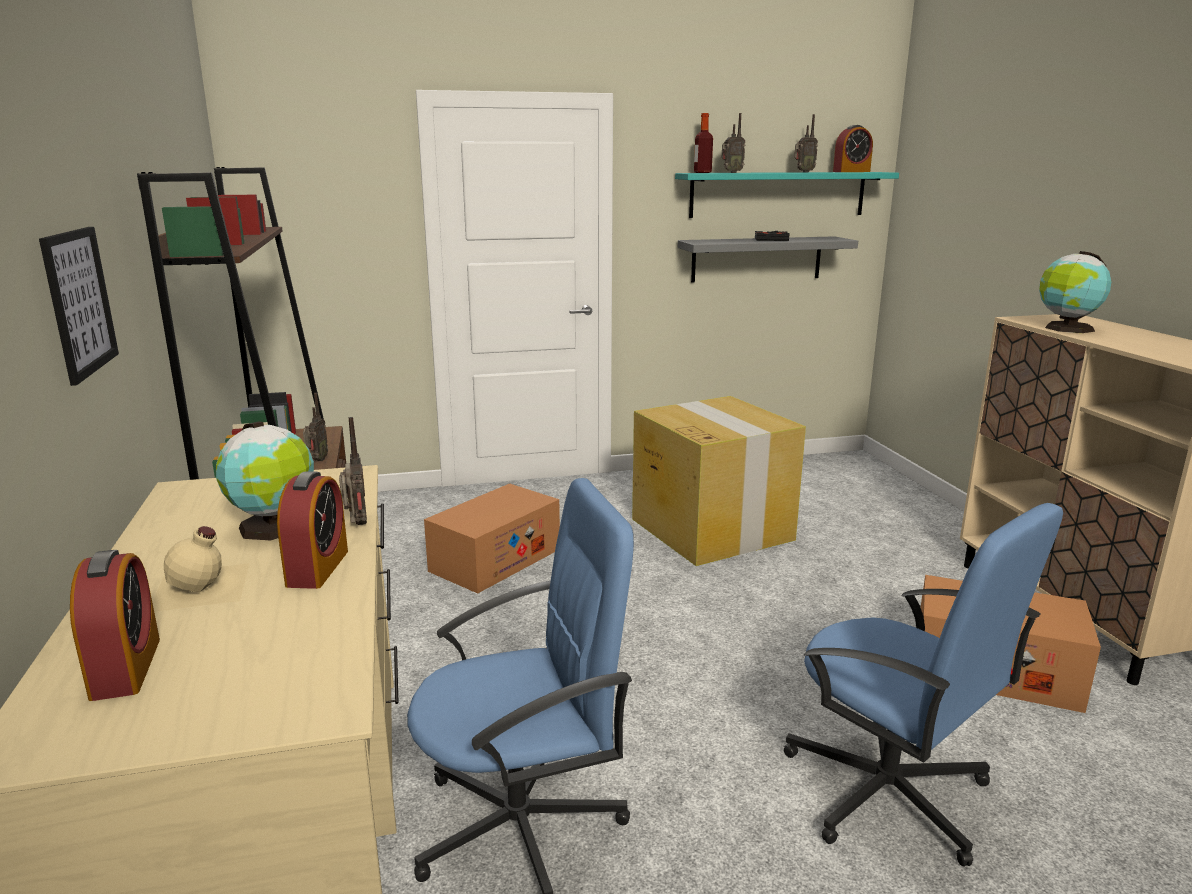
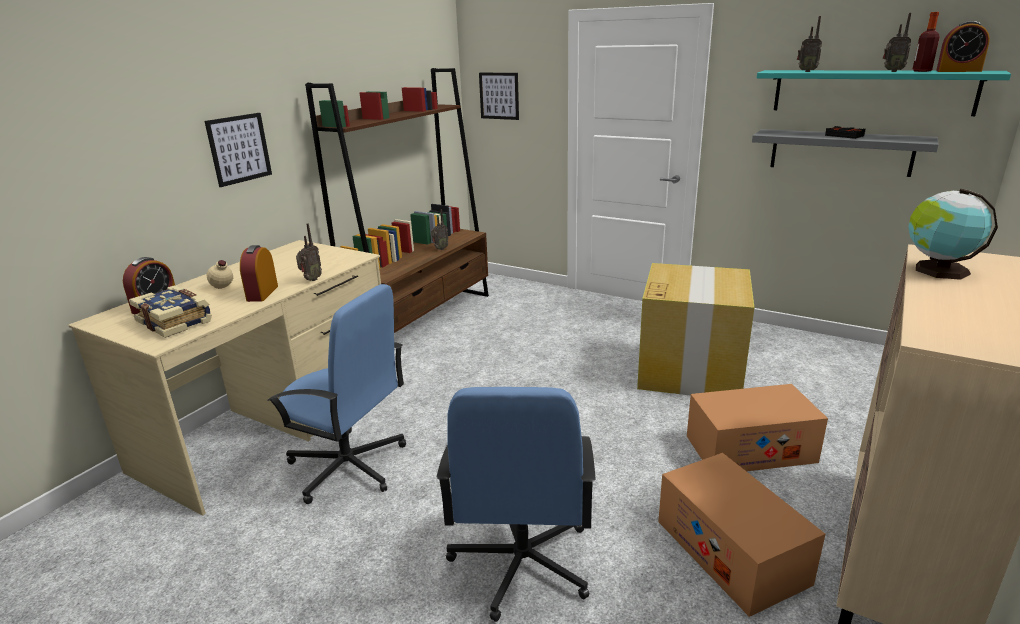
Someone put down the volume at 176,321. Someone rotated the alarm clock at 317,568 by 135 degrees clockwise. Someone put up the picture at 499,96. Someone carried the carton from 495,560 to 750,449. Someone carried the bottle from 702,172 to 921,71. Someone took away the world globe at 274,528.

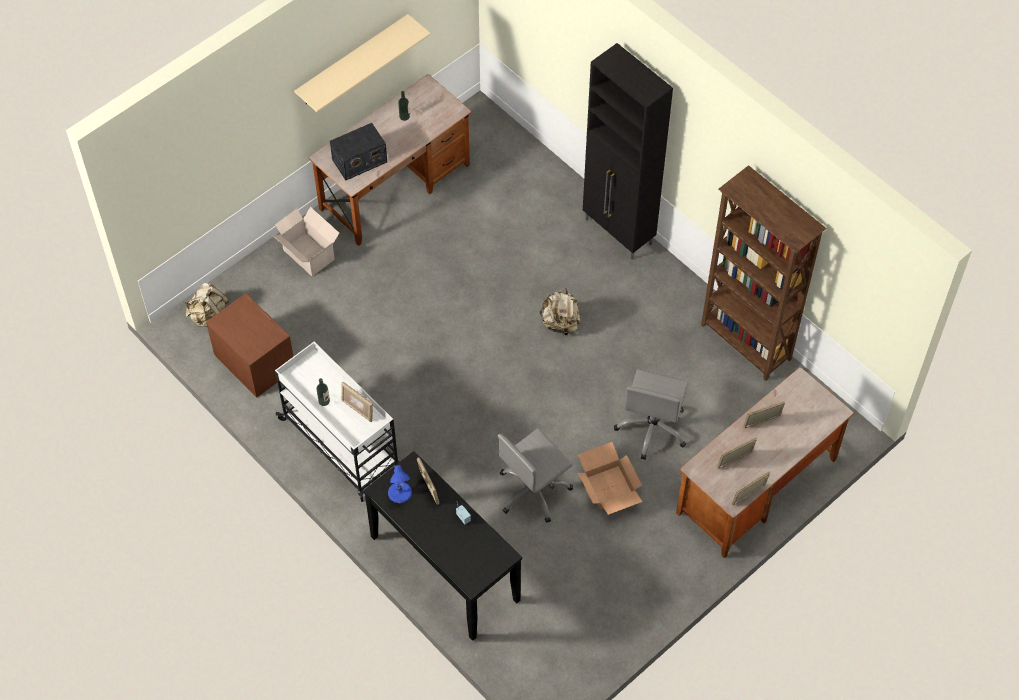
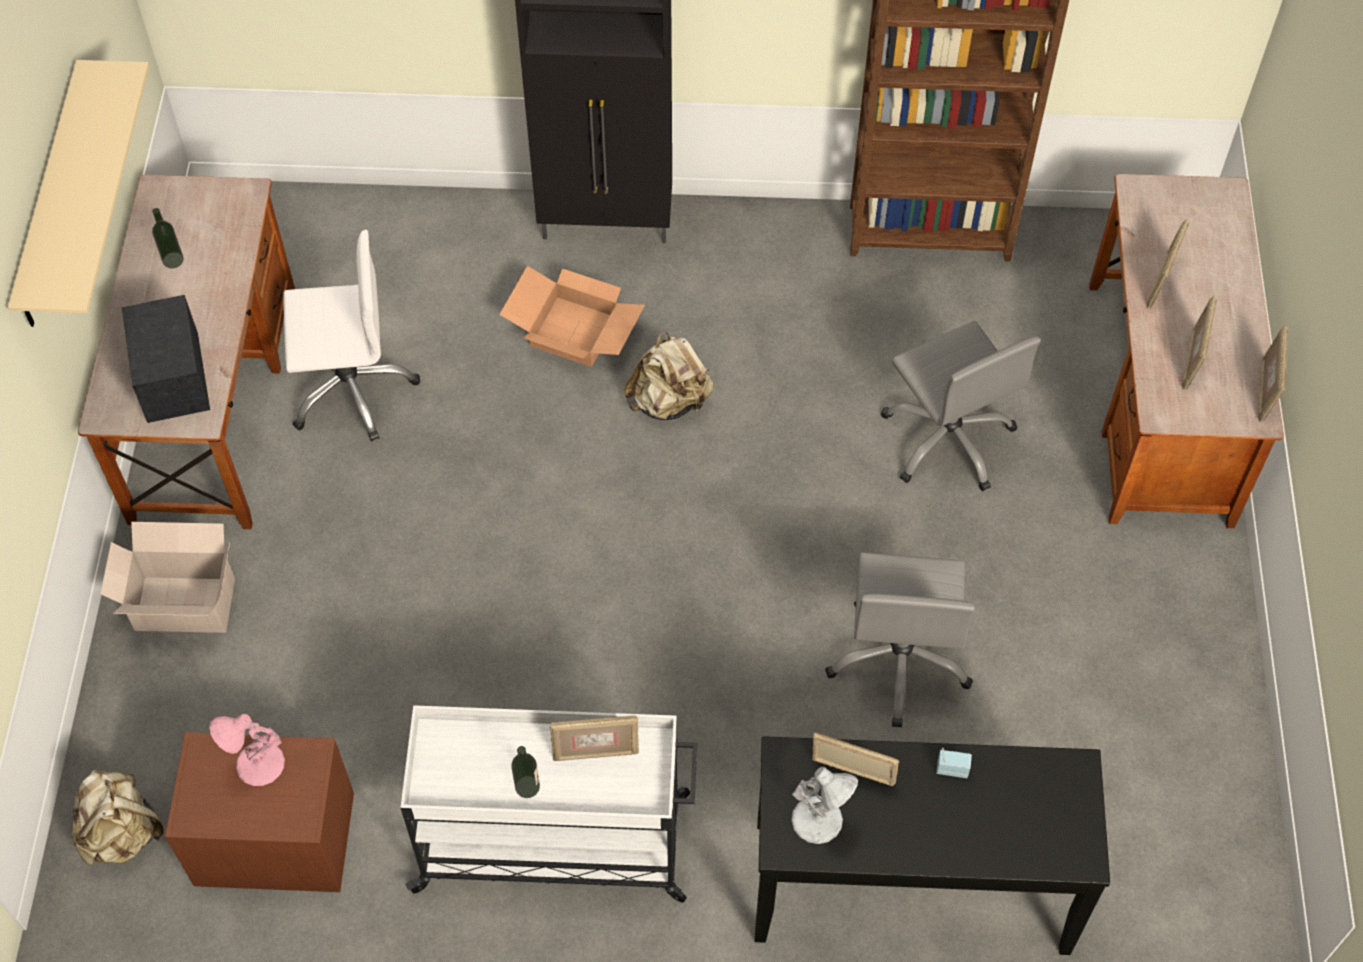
Someone rotated the radio receiver at 359,161 by 150 degrees clockwise. Someone put down the pink table lamp at 257,765. Someone put down the whitish desk chair at 351,388. Someone carried the carton from 610,488 to 575,331. Someone repainted the blue-coloured table lamp at 400,493, which became the whitish table lamp at 819,820.

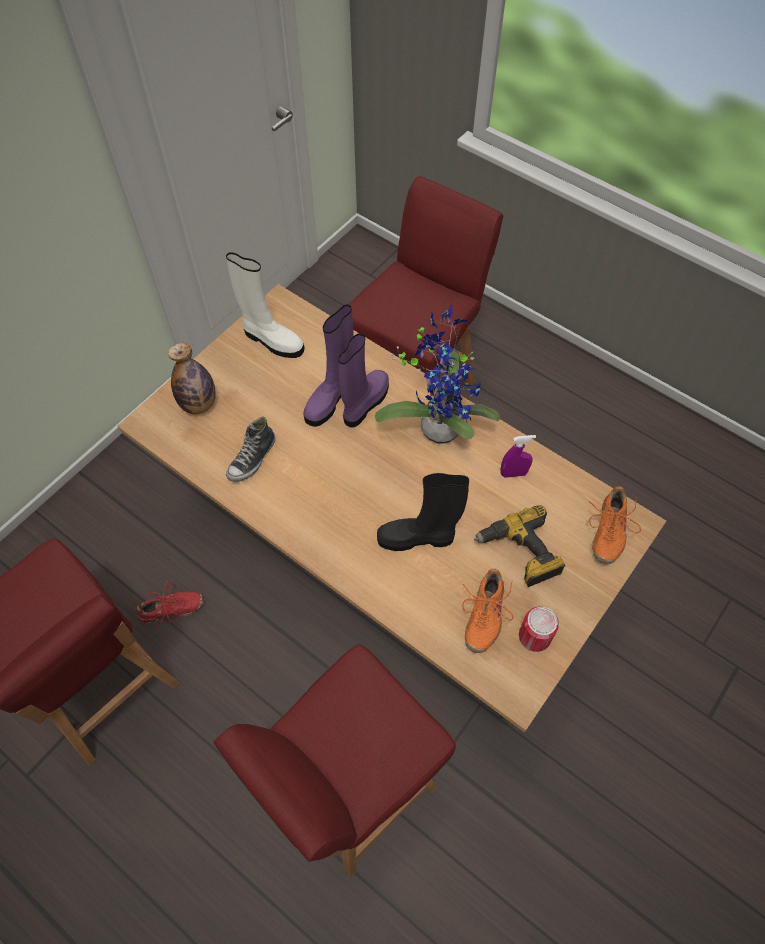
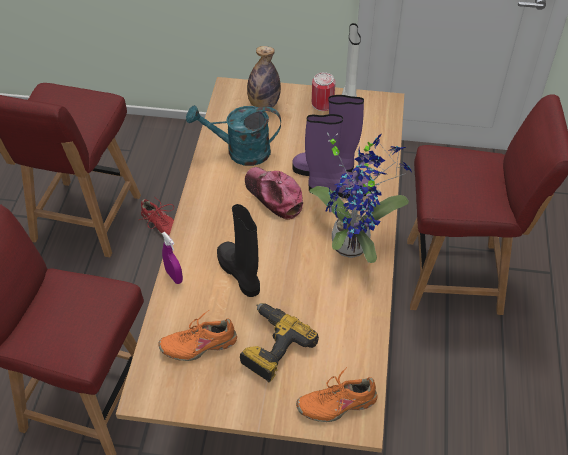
Someone carried the purple-coloured hand sprayer from 513,473 to 174,276. Someone swapped the item of footwear at 252,459 for the turquoise watering pot at 240,152. Someone put down the cap at 274,196. Someone carried the metal can from 534,636 to 322,104.

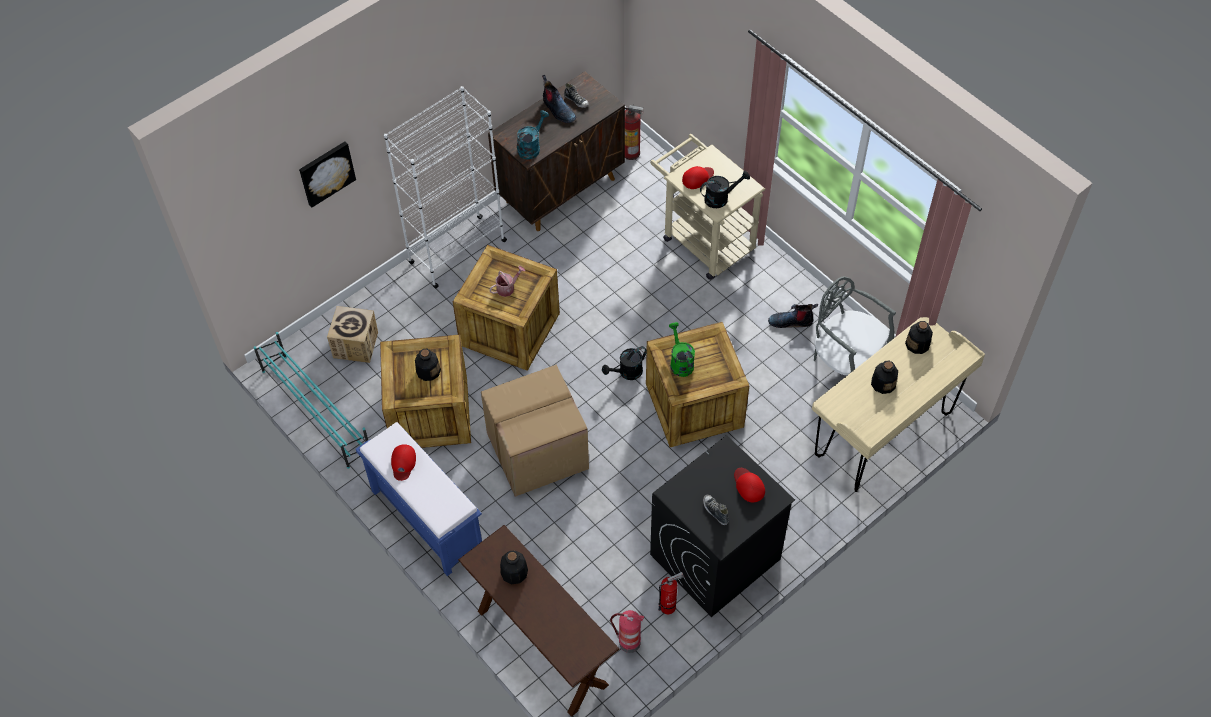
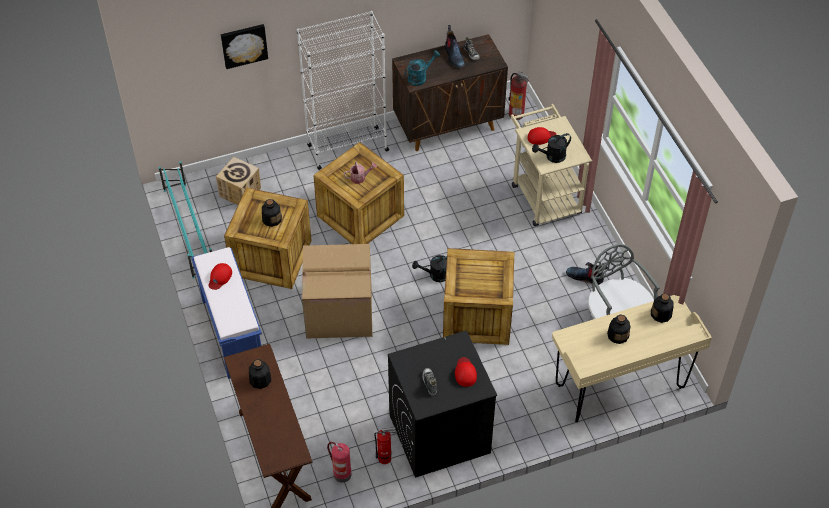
Someone rotated the black watering pot at 720,198 by 150 degrees clockwise. Someone took away the greenish watering pot at 680,362.

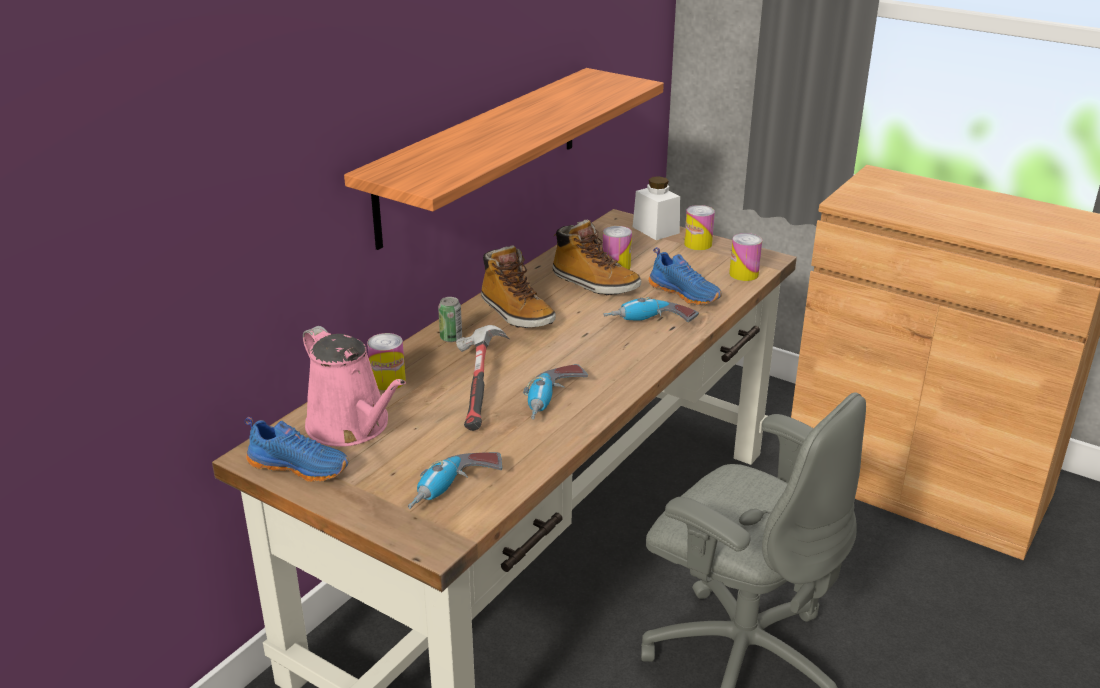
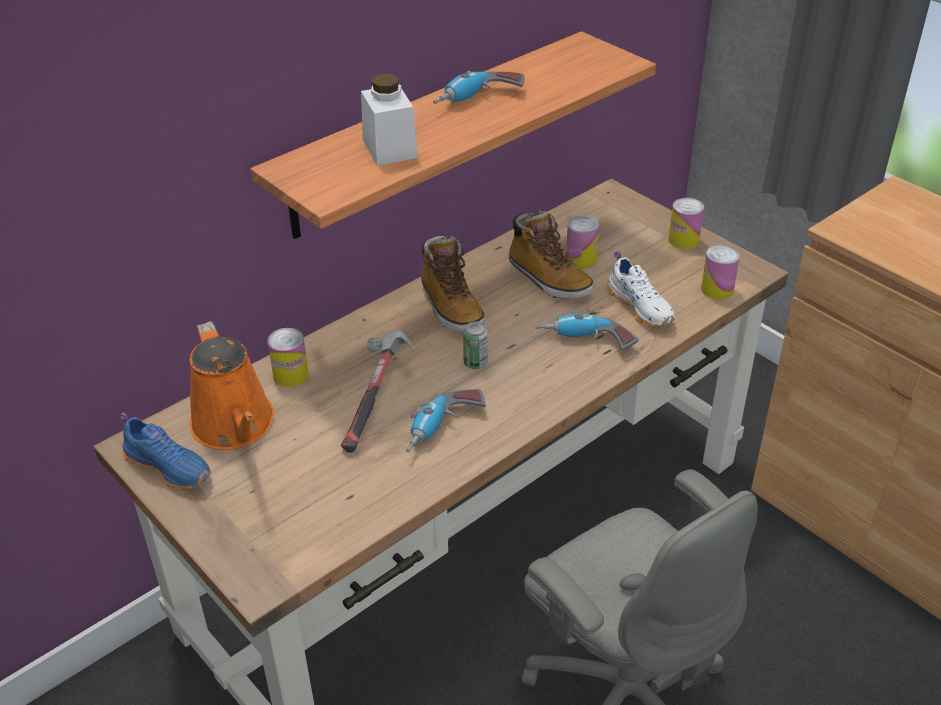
Someone repainted the pink watering pot at 352,427, which became the orange-coloured watering pot at 235,426. Someone carried the whitish storage jar from 655,230 to 390,148. Someone carried the electric drill from 454,491 to 478,100. Someone carried the metal can from 451,338 to 475,363. Someone repainted the blue-coloured item of footwear at 685,293, which became the whitish item of footwear at 641,306.

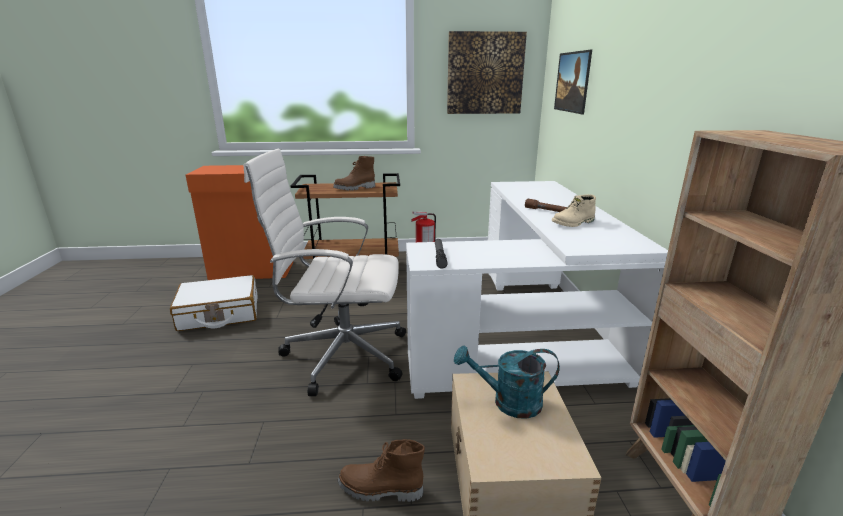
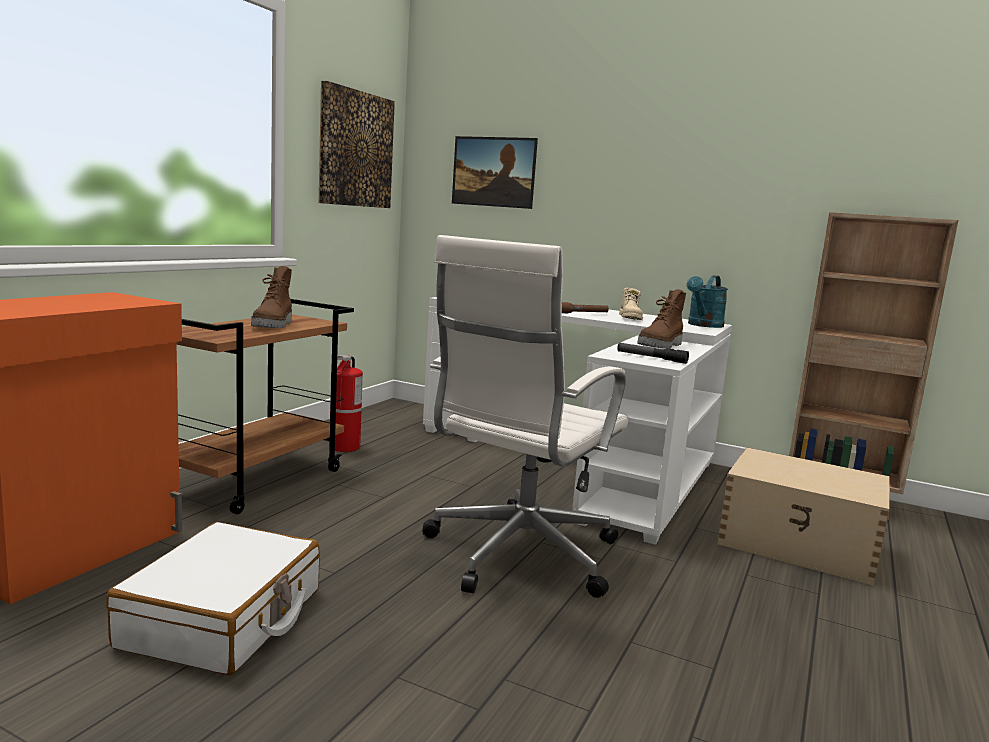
Someone carried the brown high-top boot from 380,490 to 661,346. Someone carried the turquoise watering pot from 508,402 to 703,325.

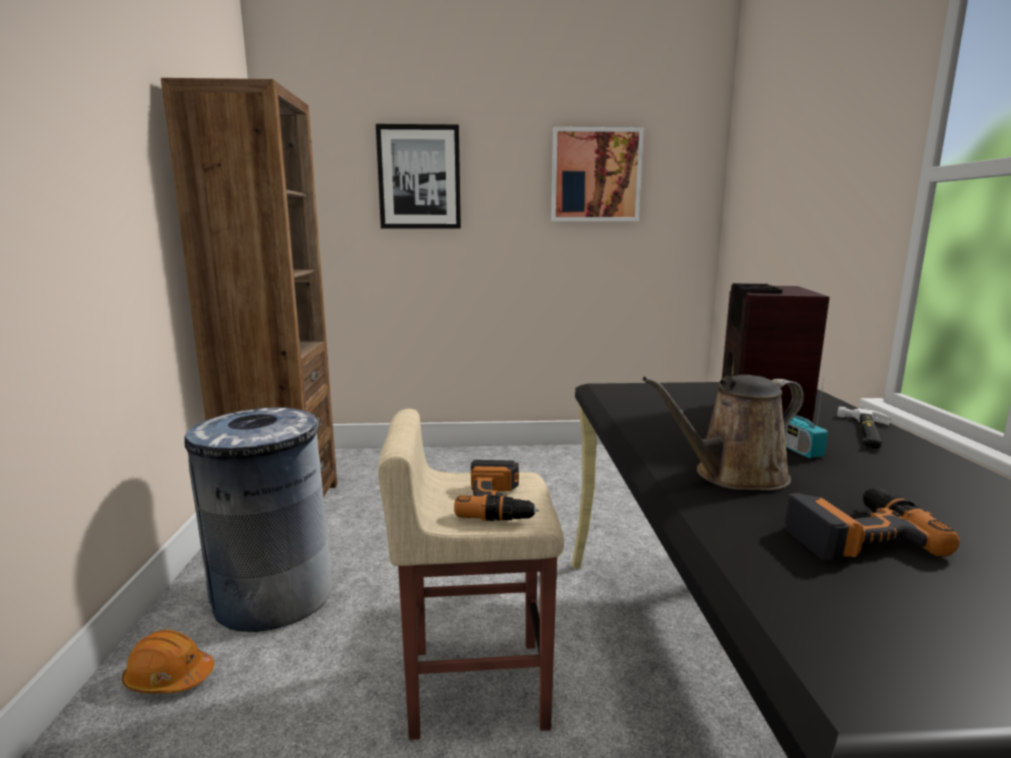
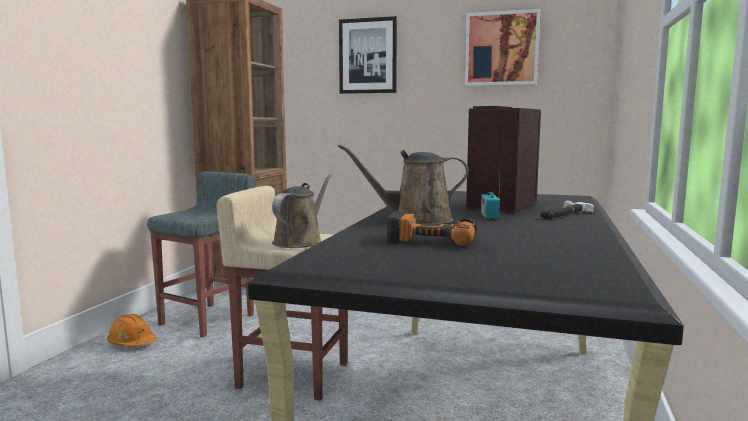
Someone swapped the gray rubbish bin at 273,596 for the gray stool at 208,319. Someone swapped the electric drill at 499,502 for the brown watering pot at 300,242.

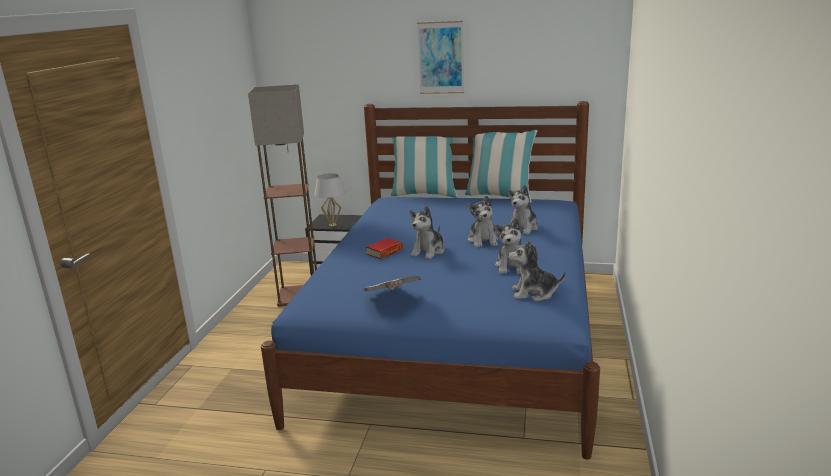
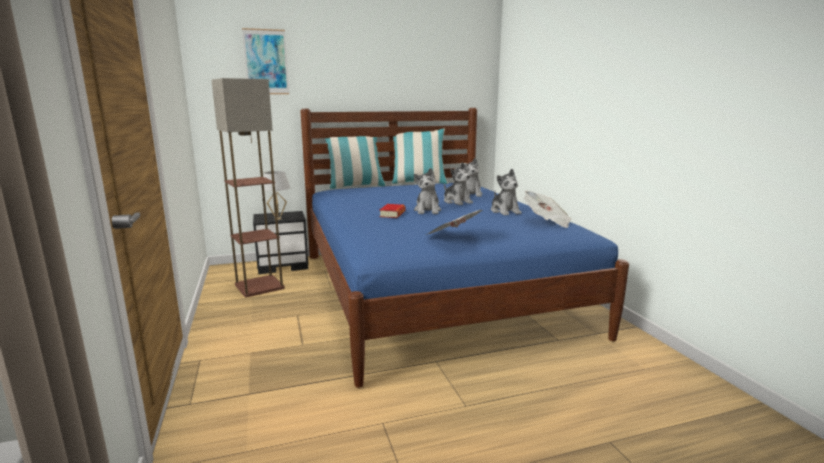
Someone carried the picture from 441,58 to 266,62. Someone swapped the plush toy at 534,293 for the newspaper at 547,222.

